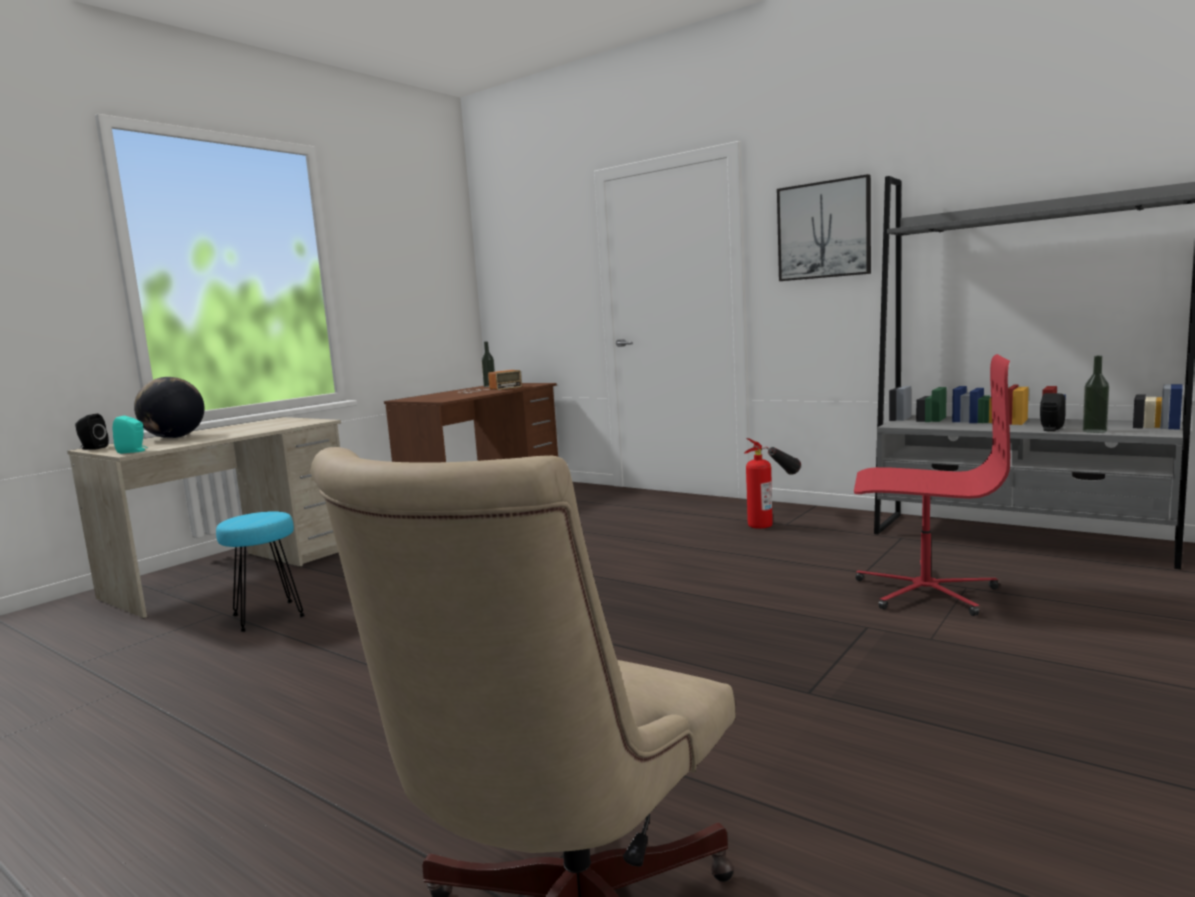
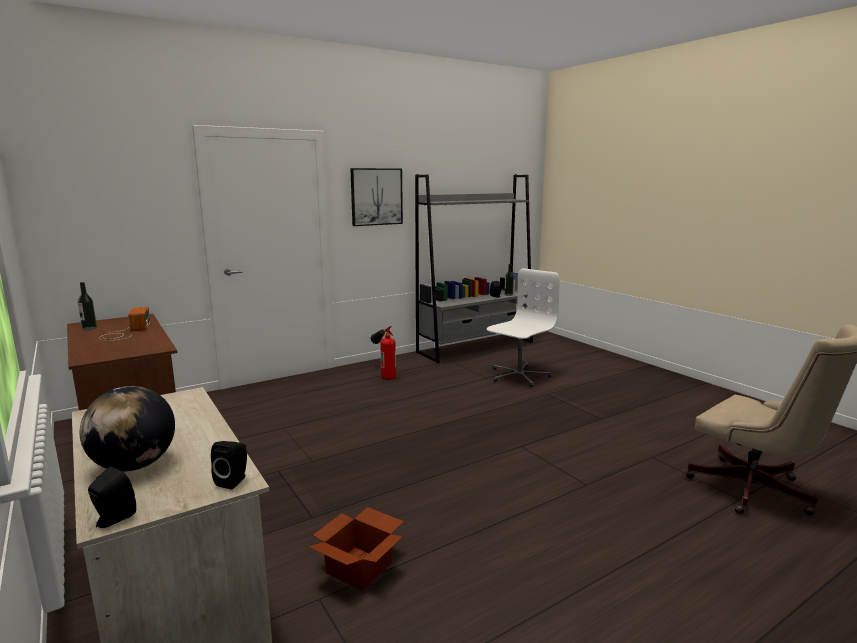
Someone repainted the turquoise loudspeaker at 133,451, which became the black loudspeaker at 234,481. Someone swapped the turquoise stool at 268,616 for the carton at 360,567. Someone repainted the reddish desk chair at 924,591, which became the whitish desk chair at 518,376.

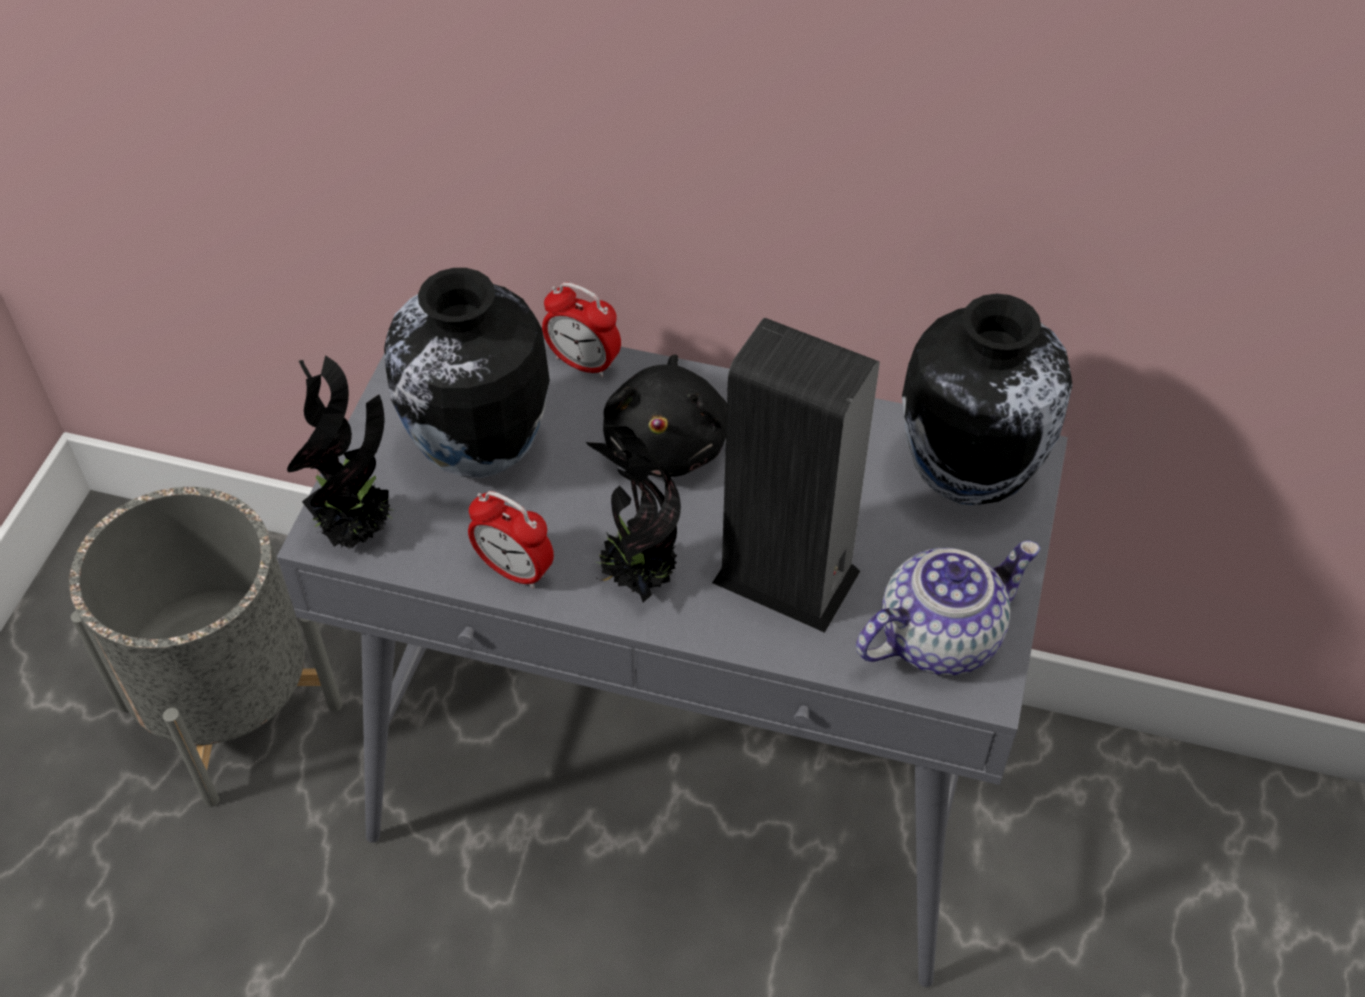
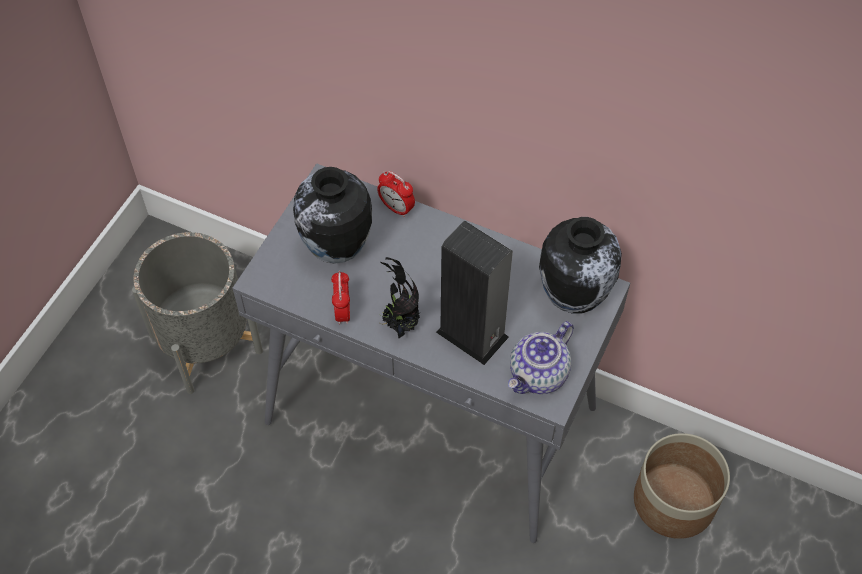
Someone rotated the alarm clock at 514,570 by 135 degrees counterclockwise. Someone rotated the pot for tea at 939,635 by 150 degrees clockwise. Someone put down the flower pot at 674,502. Someone took away the plant in a pot at 359,530. Someone took away the black plush toy at 668,442.

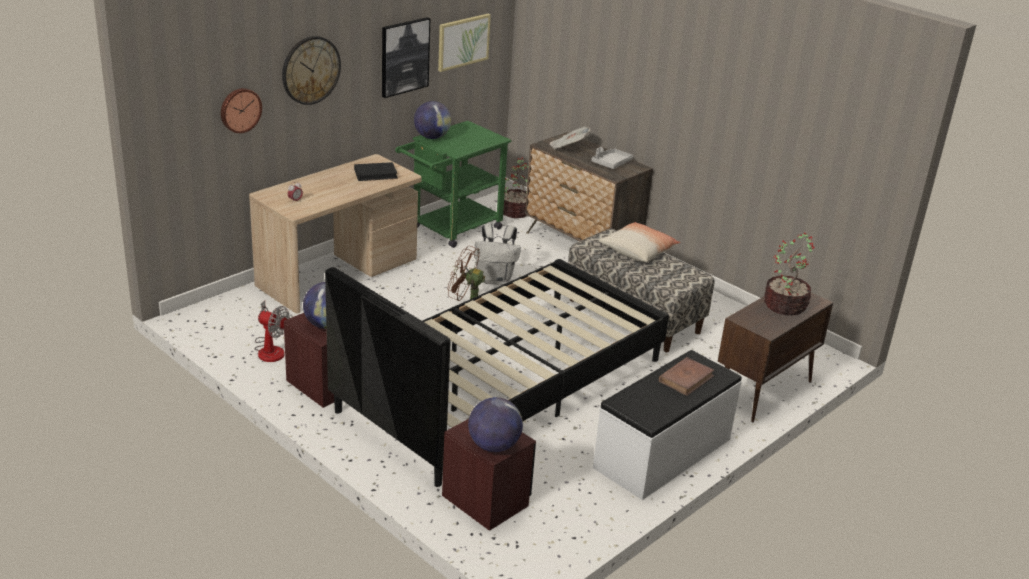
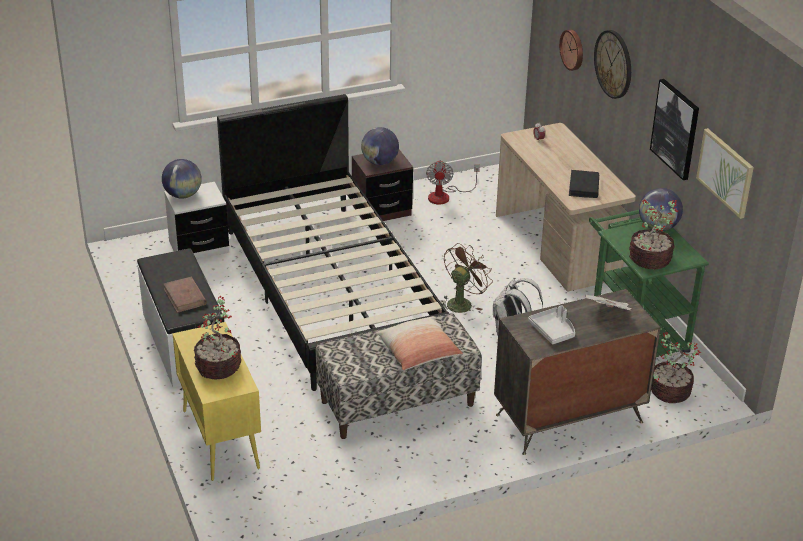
Someone repainted the brown bedside table at 485,500, which became the whitish bedside table at 199,247. Someone repainted the brown storage cabinet at 762,392, which became the yellow-coloured storage cabinet at 220,438. Someone rotated the fan at 270,349 by 45 degrees counterclockwise. Someone put down the plant in a pot at 649,260.

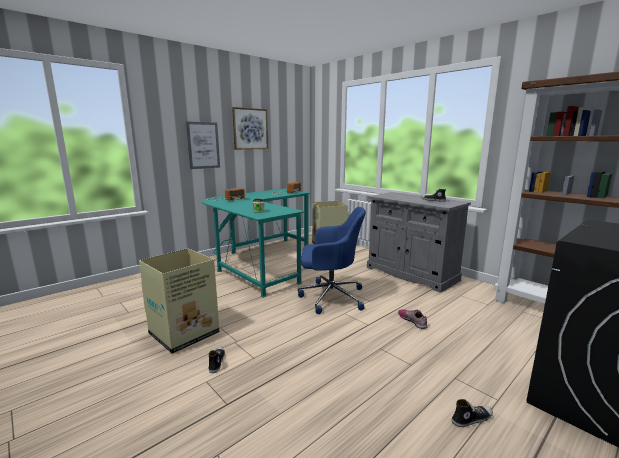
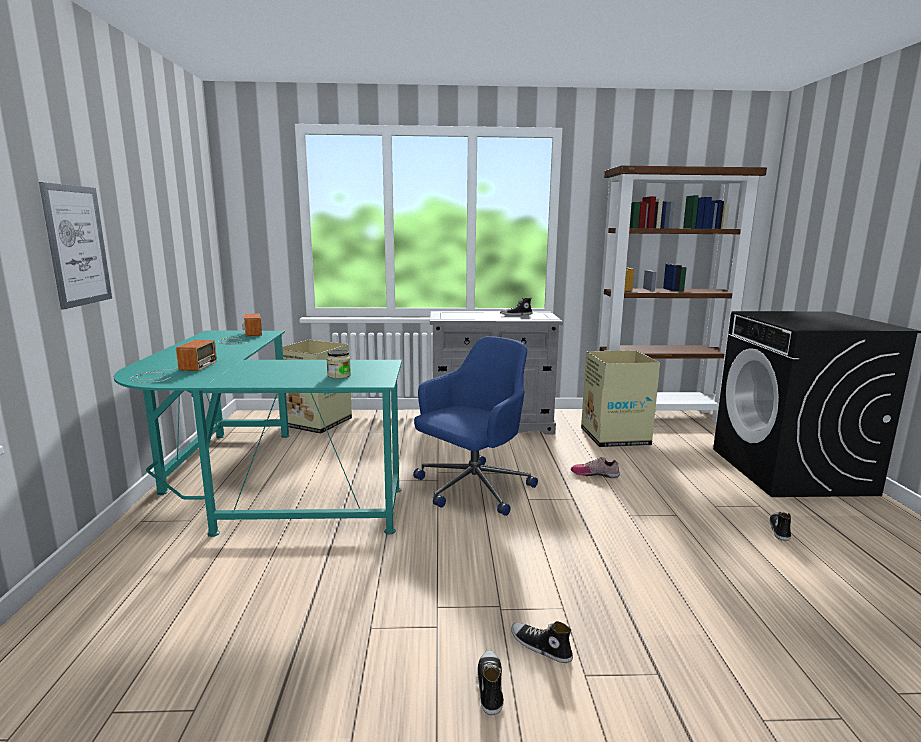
Someone put down the item of footwear at 489,686. Someone carried the carton from 185,333 to 614,437. Someone took away the picture at 250,129.

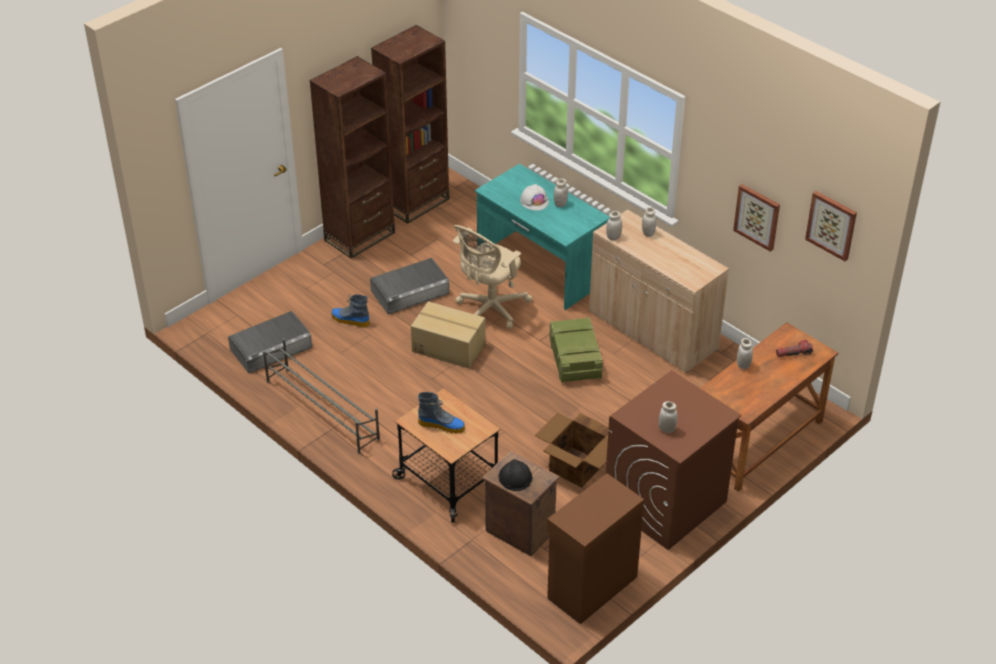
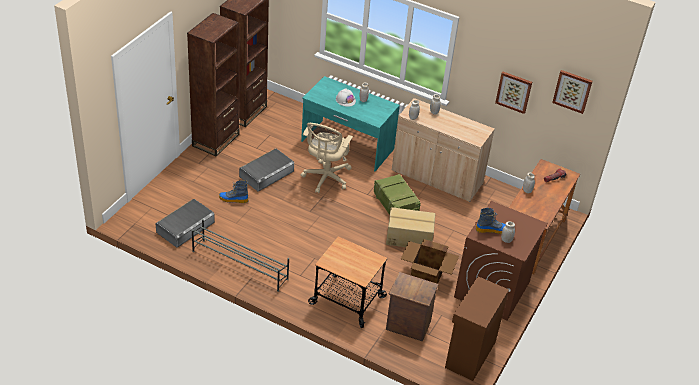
Someone carried the carton from 448,347 to 409,237. Someone carried the high-top boot from 442,425 to 492,230. Someone took away the black hard hat at 515,477.

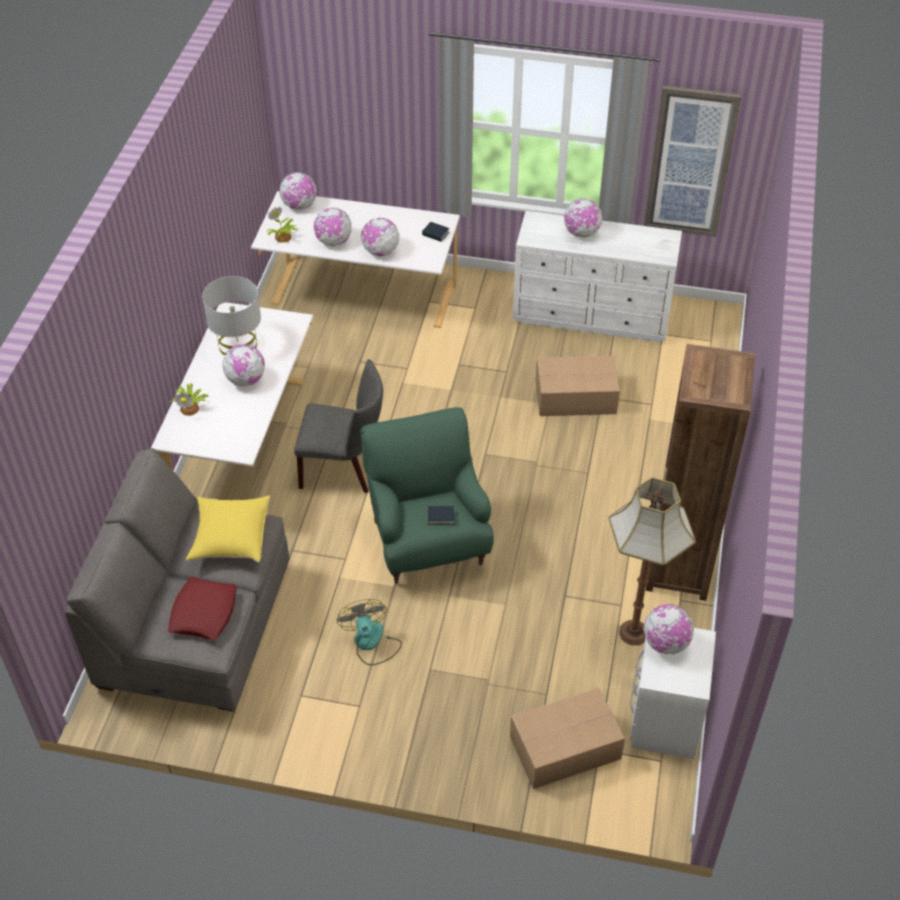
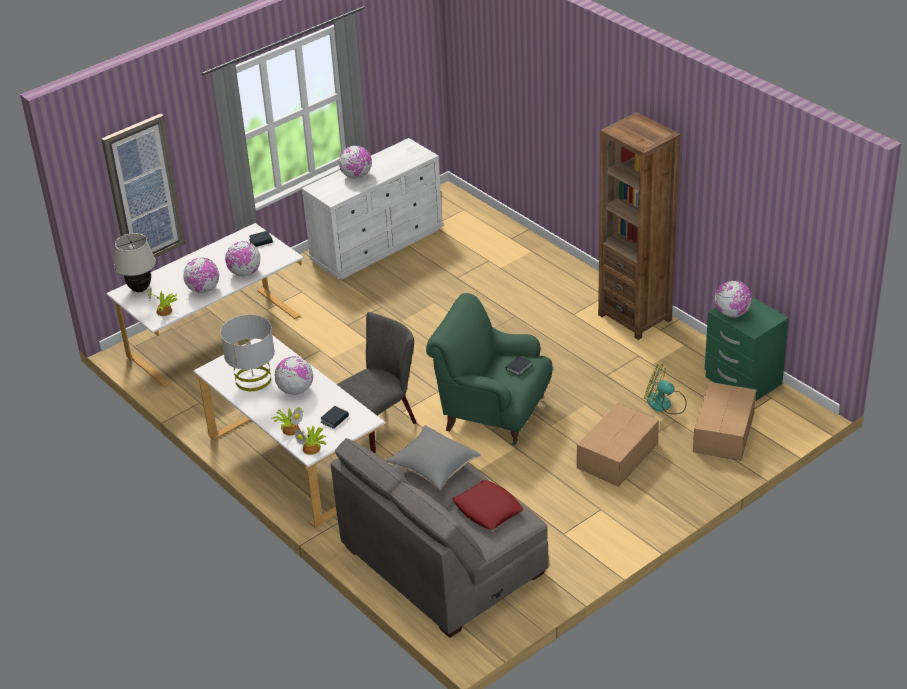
Someone carried the picture from 690,162 to 143,191. Someone swapped the world globe at 299,206 for the beige-coloured table lamp at 140,289. Someone put down the plant in a pot at 312,448. Someone put down the volume at 334,419. Someone repainted the yellow-coloured throw pillow at 230,538, which became the gray throw pillow at 433,468. Someone carried the carton from 577,397 to 618,455. Someone carried the fan from 371,643 to 665,404. Someone repainted the whitish bedside table at 664,719, which became the greenish bedside table at 742,381. Someone took away the standing lamp at 635,632.

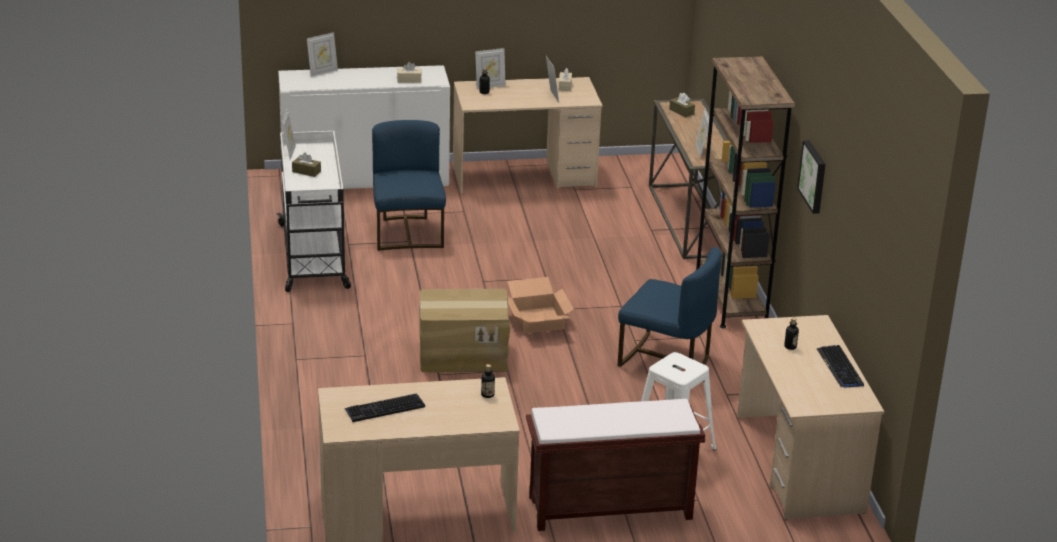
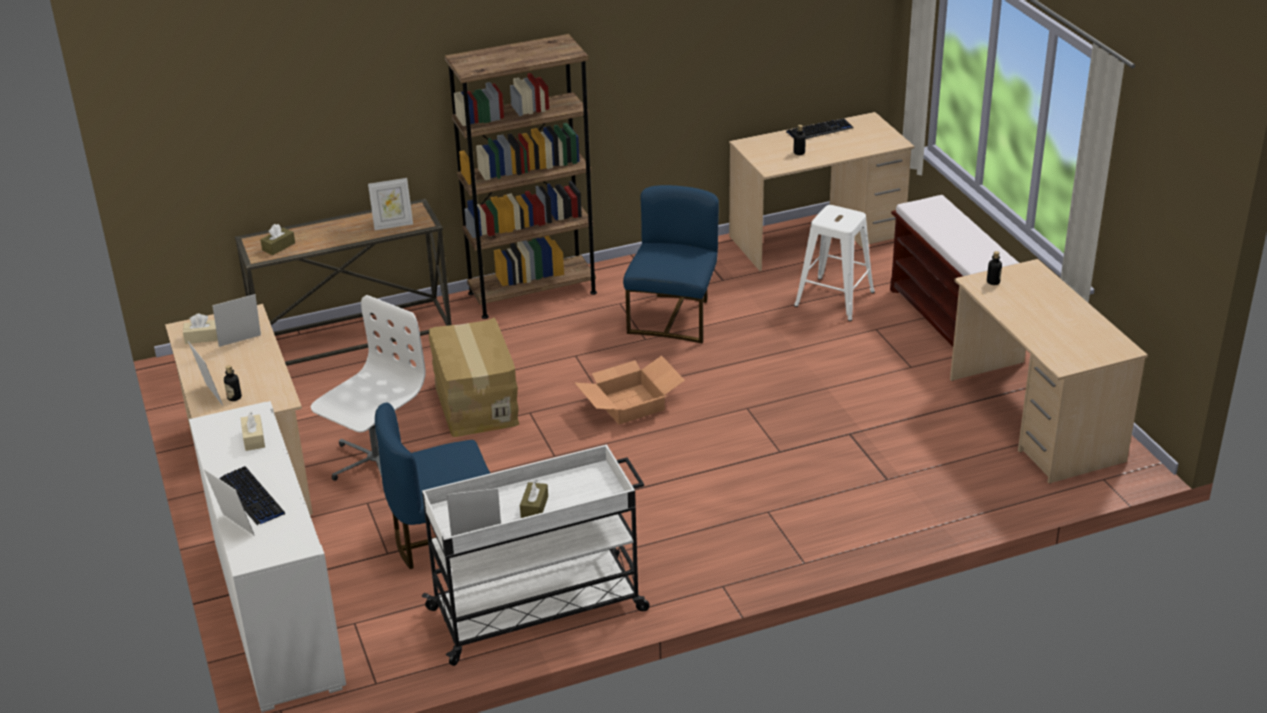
Someone carried the keyboard from 384,408 to 252,497. Someone put down the whitish desk chair at 375,461. Someone carried the carton from 463,355 to 475,403. Someone took away the picture at 814,176.

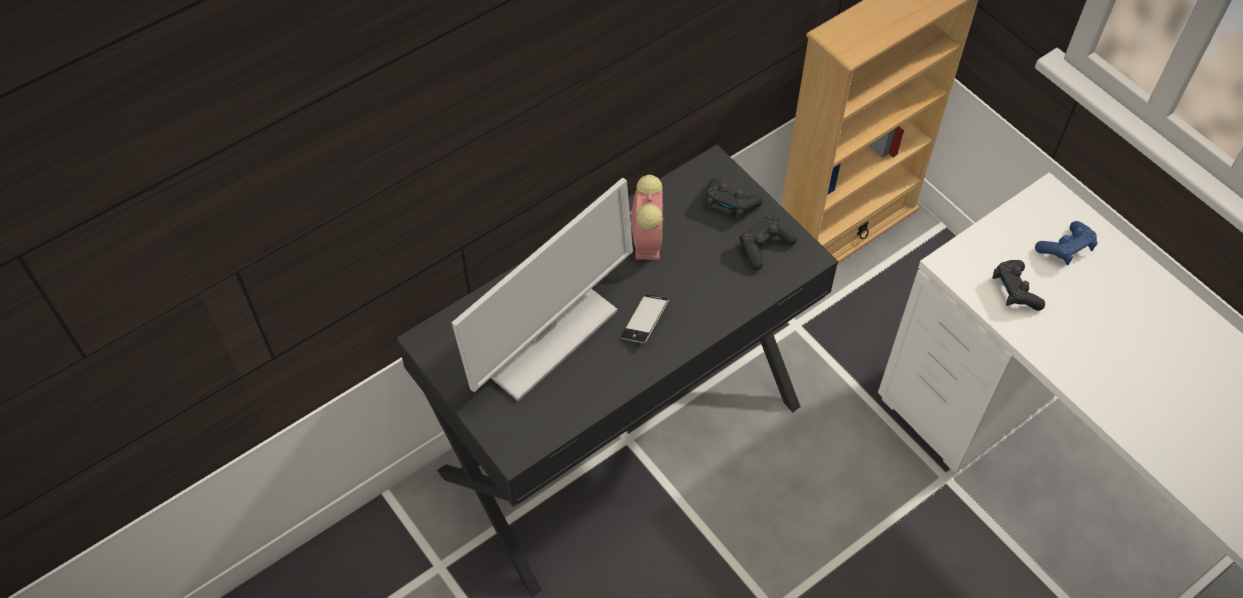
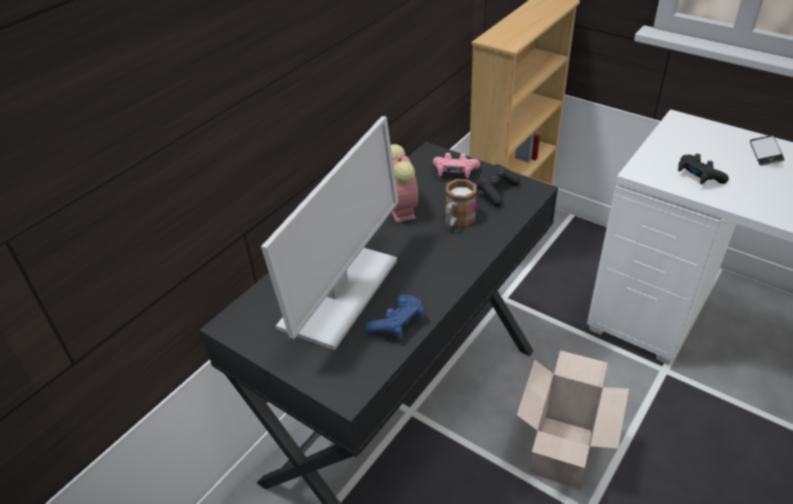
Someone carried the blue-coloured joypad from 1065,249 to 397,324. Someone repainted the black joypad at 730,205, which became the pink joypad at 455,173. Someone put down the mug at 457,220. Someone put down the carton at 563,455. Someone carried the handset from 644,321 to 765,154.

